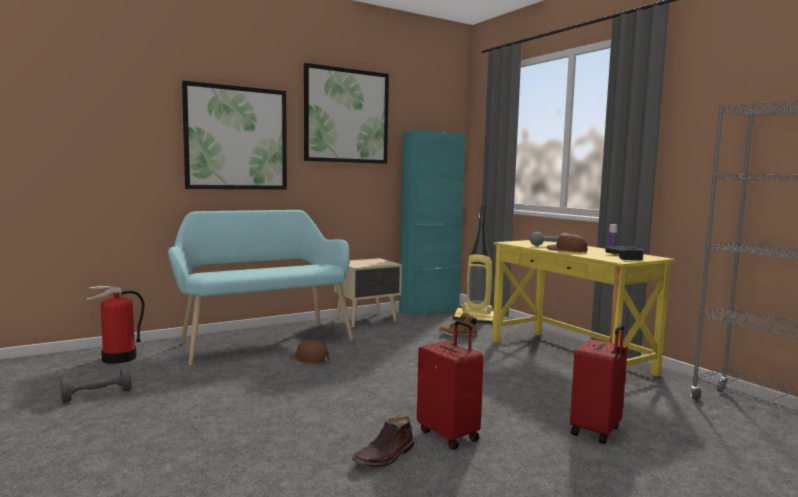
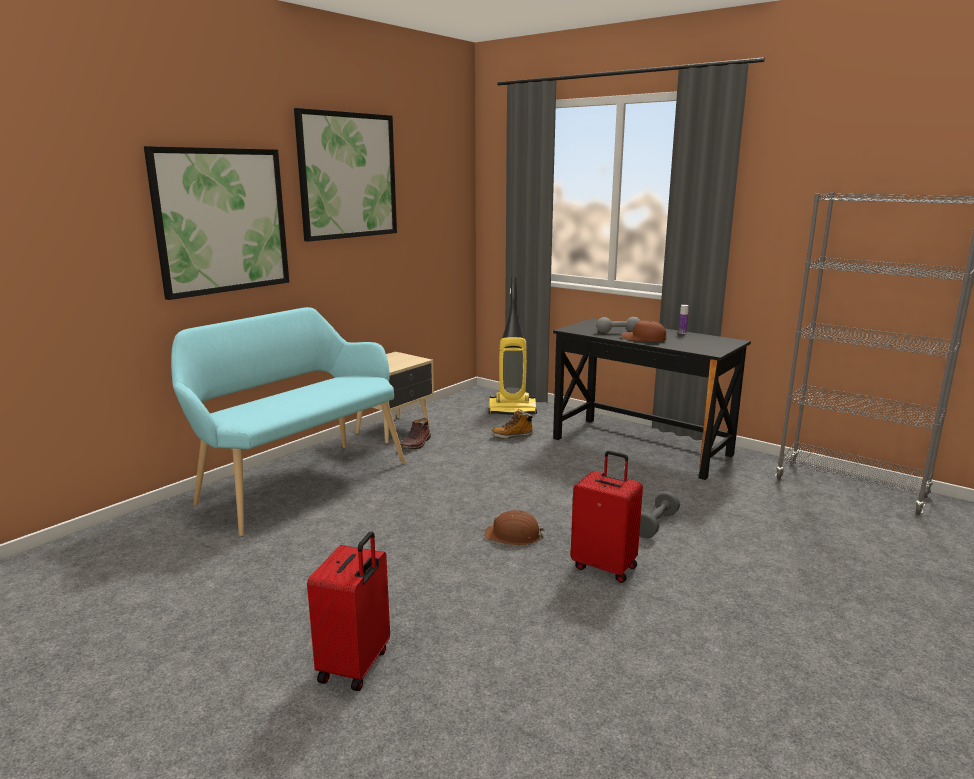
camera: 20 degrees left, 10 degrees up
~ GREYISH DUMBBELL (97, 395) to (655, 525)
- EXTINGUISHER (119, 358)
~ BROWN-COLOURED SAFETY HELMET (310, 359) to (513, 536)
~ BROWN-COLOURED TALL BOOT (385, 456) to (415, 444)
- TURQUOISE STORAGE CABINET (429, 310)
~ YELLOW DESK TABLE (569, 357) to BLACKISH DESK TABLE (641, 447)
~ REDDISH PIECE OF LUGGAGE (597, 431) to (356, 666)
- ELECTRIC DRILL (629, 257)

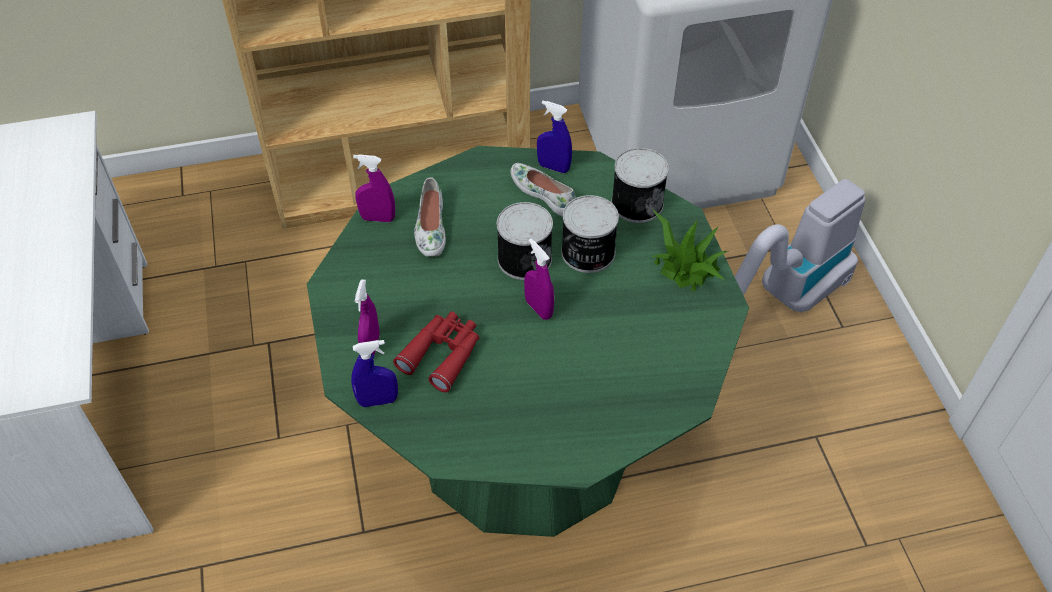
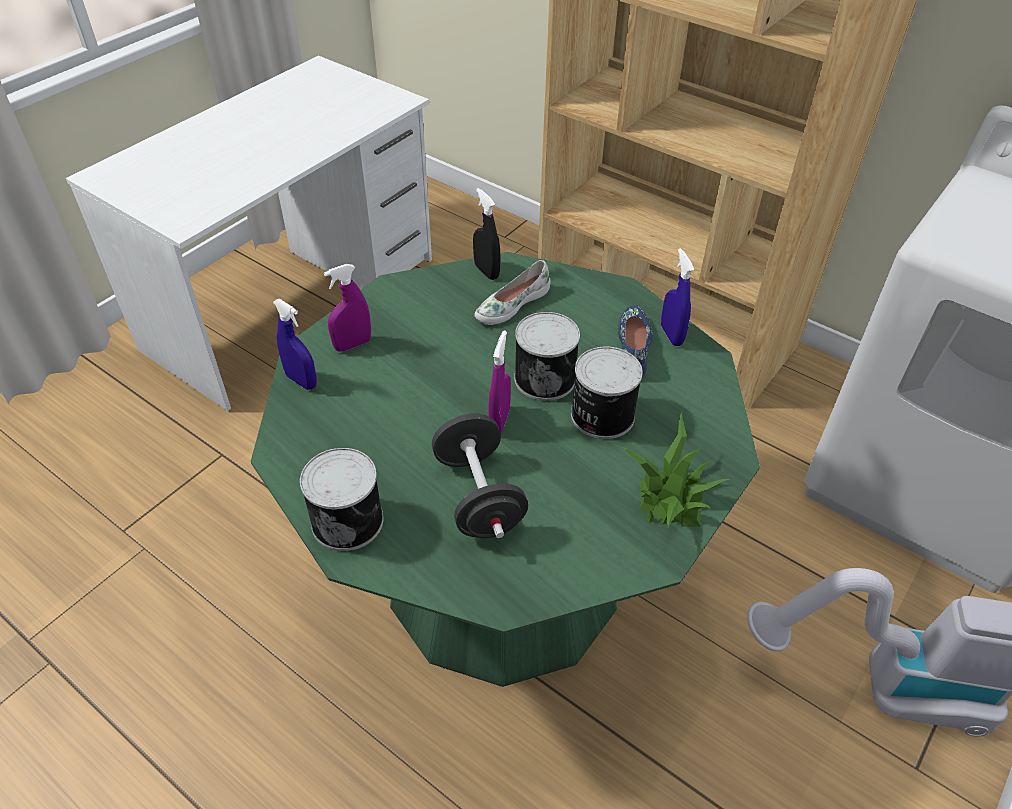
camera: 50 degrees right, 5 degrees down
~ PURPLE-COLOURED SPRAY BOTTLE (378, 218) to BLACKISH SPRAY BOTTLE (486, 271)
- REDDISH BINOCULARS (443, 354)
~ WHITISH SHOE (544, 193) to BLUE-COLOURED SHOE (634, 347)
~ METAL CAN (636, 202) to (348, 519)
+ BLACKISH DUMBBELL (479, 496)

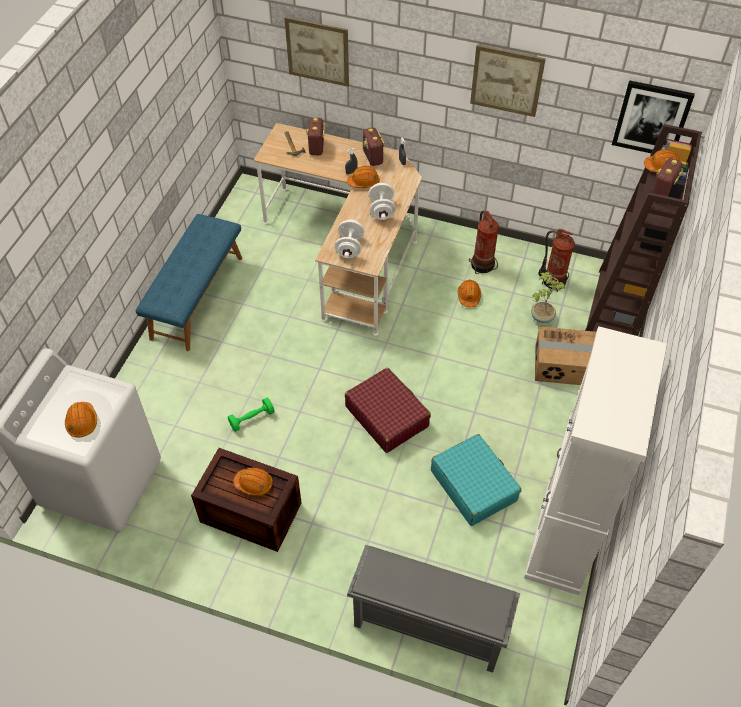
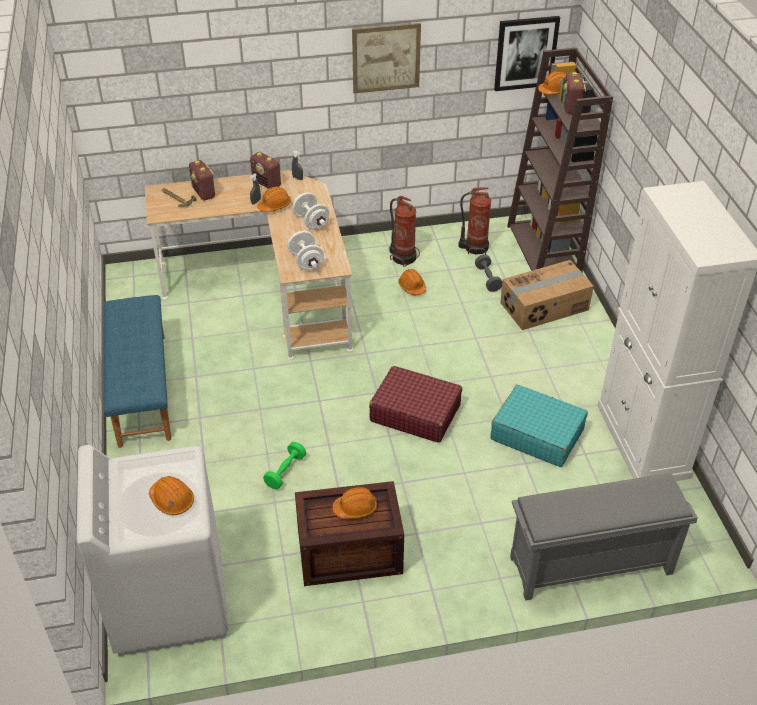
camera: 30 degrees left, 10 degrees down
- PICTURE (317, 51)
~ PLANT IN A POT (541, 317) to GREYISH DUMBBELL (487, 279)

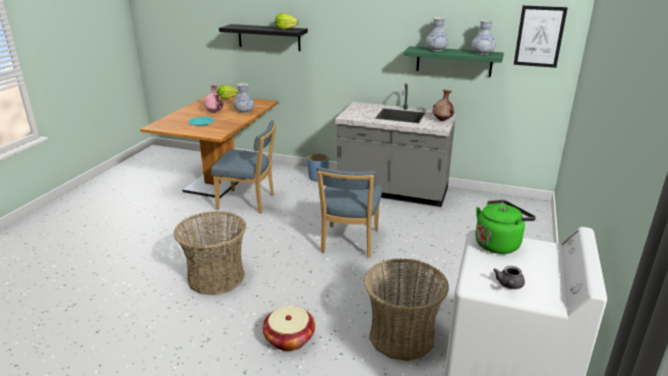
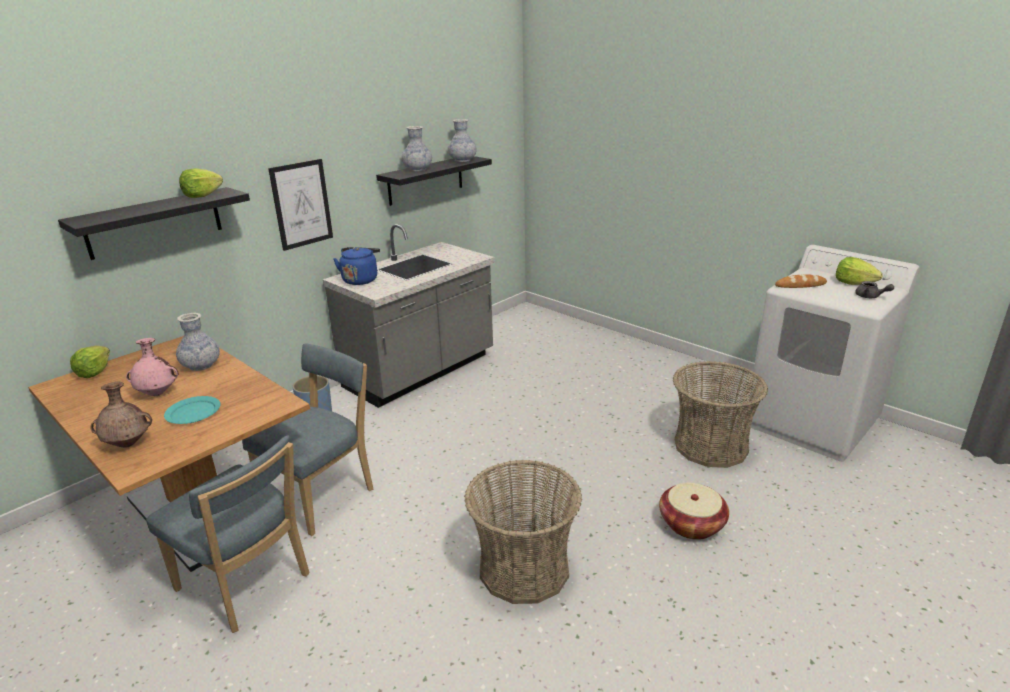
camera: 65 degrees left, 0 degrees up
~ BLUE-COLOURED CHAIR (349, 243) to (247, 585)
~ GREEN-COLOURED WALL SHELF (454, 61) to BLACKISH WALL SHELF (425, 180)
~ BROWN-COLOURED VASE (442, 120) to (129, 444)
~ GREEN-COLOURED TEA KETTLE (499, 244) to BAKERY BREAD (800, 285)
~ PICTURE (539, 36) to (301, 204)
+ BLUE-COLOURED TEA KETTLE (360, 280)
+ LETTUCE HEAD (853, 283)

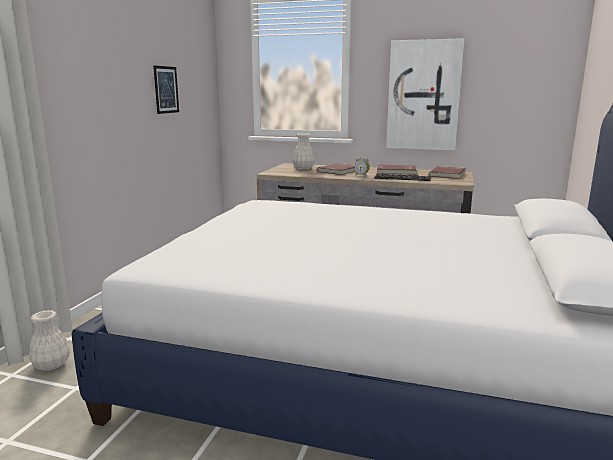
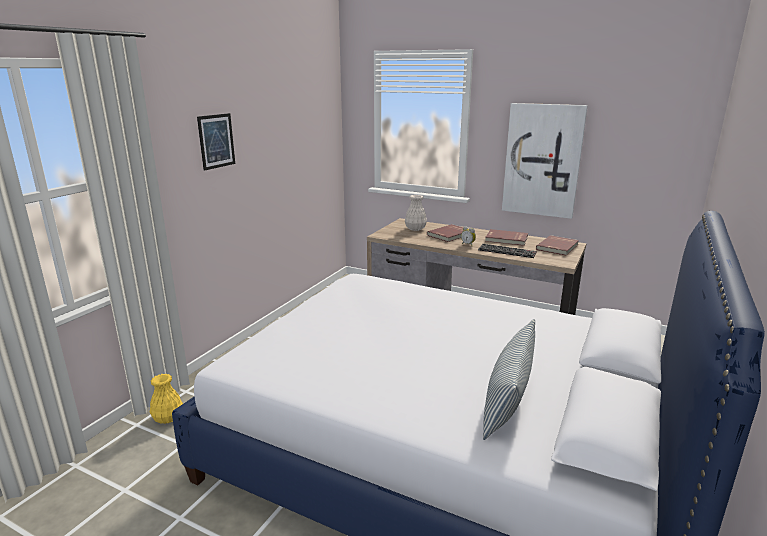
camera: 10 degrees right, 5 degrees up
~ WHITISH VASE (51, 365) to YELLOW VASE (168, 418)
~ PICTURE (166, 89) to (216, 141)
+ THROW PILLOW (507, 401)

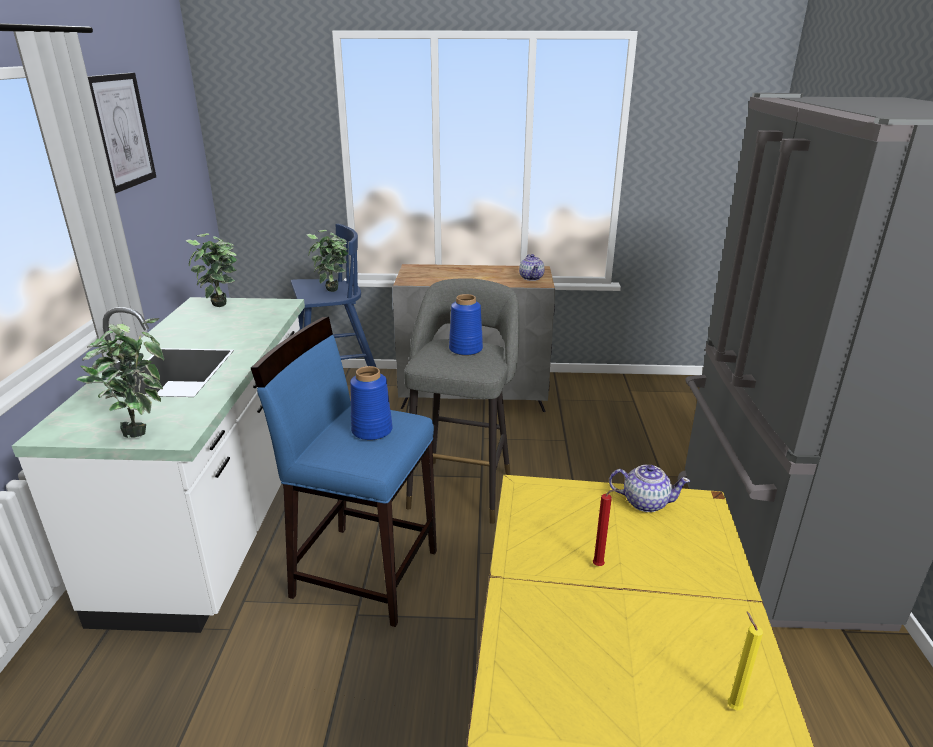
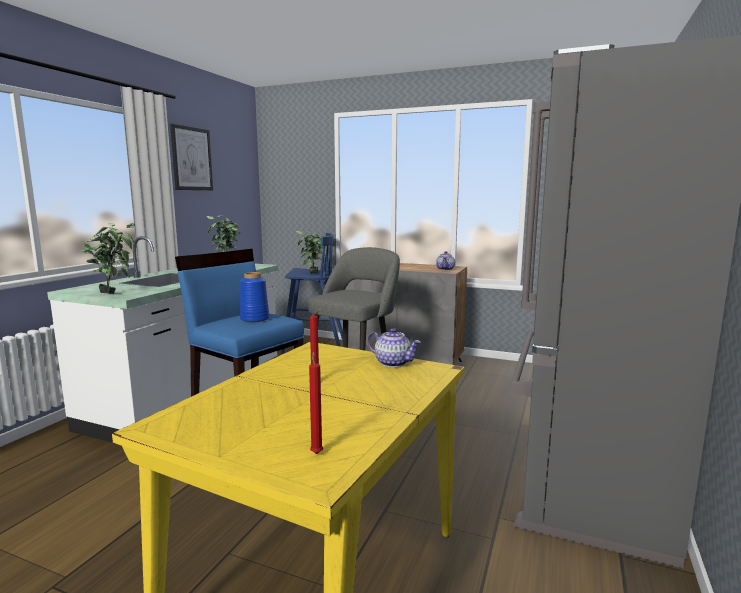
camera: 20 degrees right, 15 degrees down
- BLUE-COLOURED VASE (466, 349)
~ YELLOW CANDLE (732, 705) to REDDISH CANDLE (316, 452)

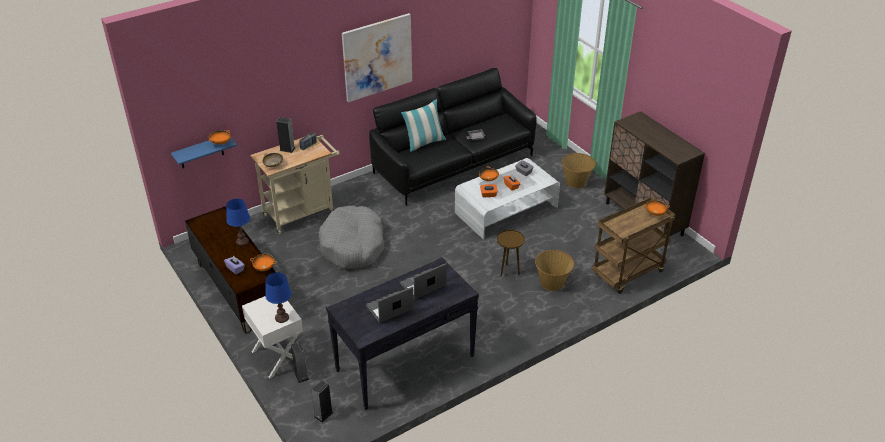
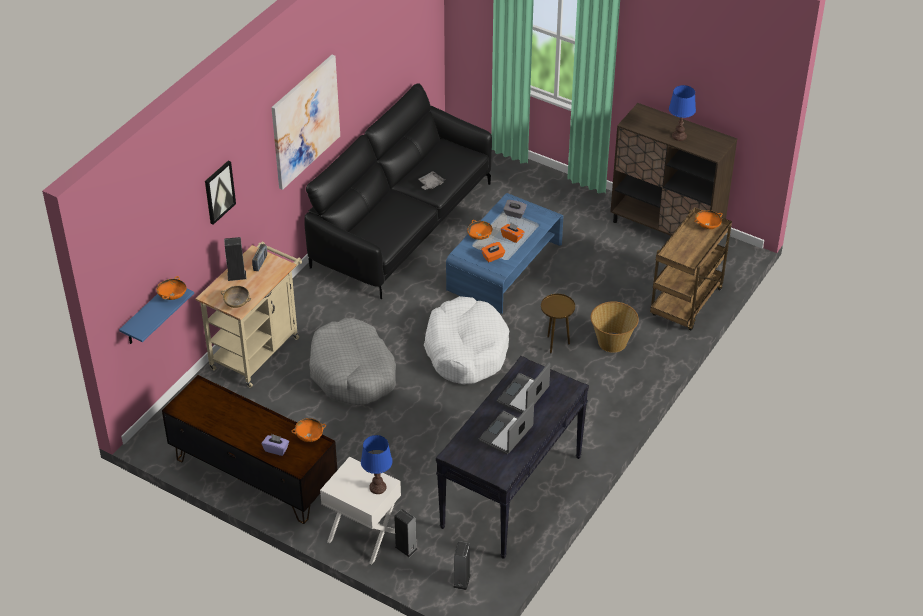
camera: 25 degrees left, 5 degrees up
~ BLUE-COLOURED LAMP FOR A TABLE (242, 242) to (679, 136)
- THROW PILLOW (424, 143)
~ WHITISH LOW TABLE (506, 210) to BLUE-COLOURED LOW TABLE (504, 267)
- HOUSEHOLD BASKET (576, 182)
+ PICTURE (219, 192)
+ WHITISH DOG BED (466, 350)

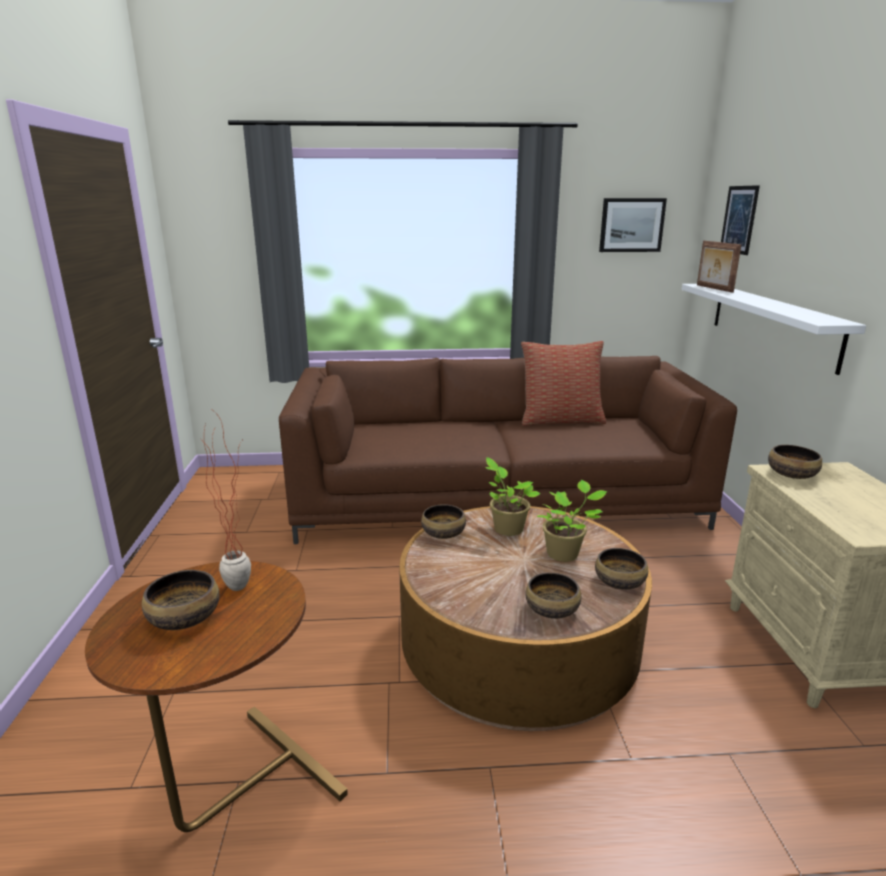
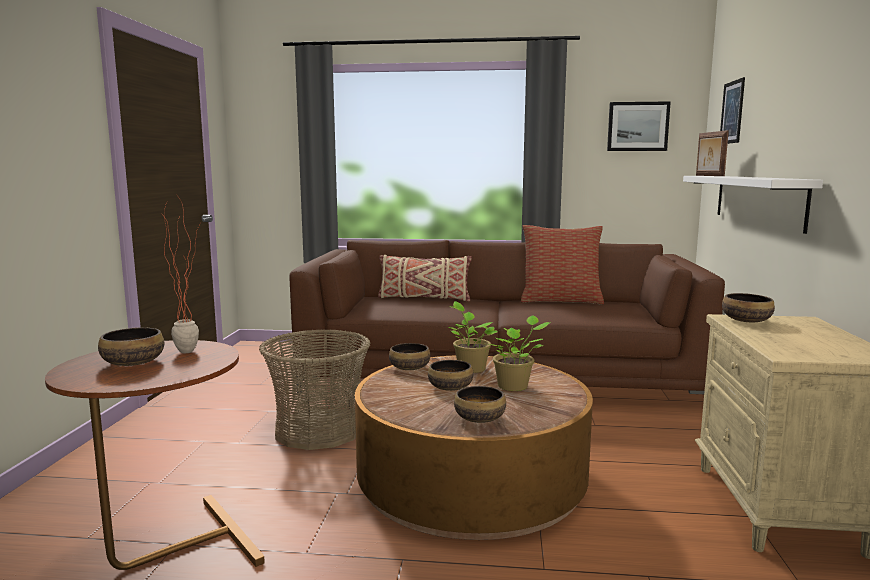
camera: 10 degrees right, 10 degrees down
~ SERVING BOWL (620, 582) to (450, 388)
+ HOUSEHOLD BASKET (319, 430)
+ BEIGE-COLOURED THROW PILLOW (424, 298)

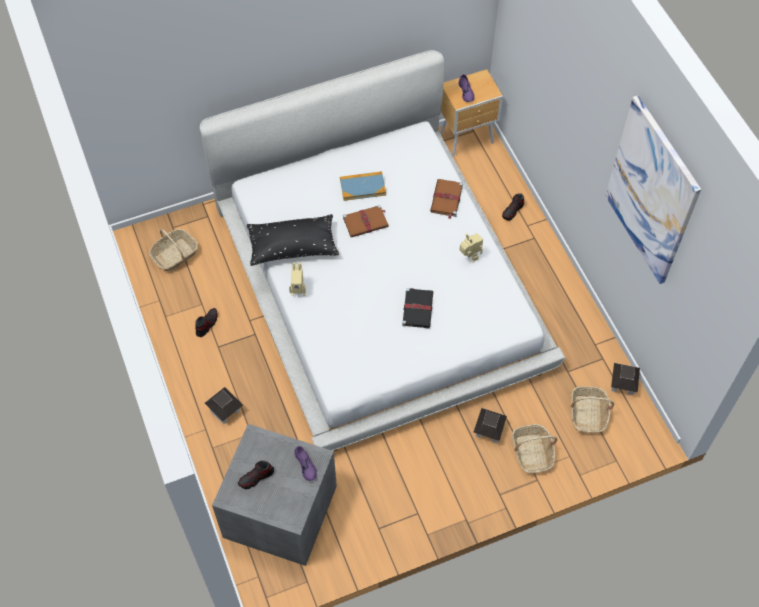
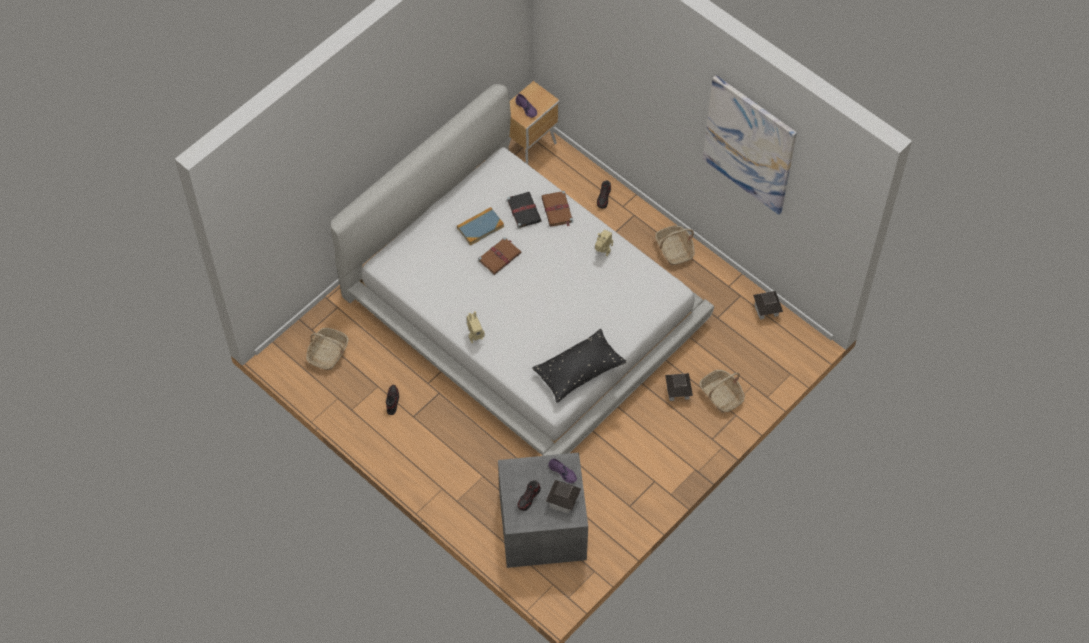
camera: 25 degrees left, 0 degrees up
~ MODEL HOUSE (225, 411) to (563, 501)
~ BLACKISH THROW PILLOW (293, 247) to (579, 371)
~ BLACKISH BOUND BOOK (417, 308) to (523, 210)
~ HOUSEHOLD BASKET (588, 414) to (674, 250)

